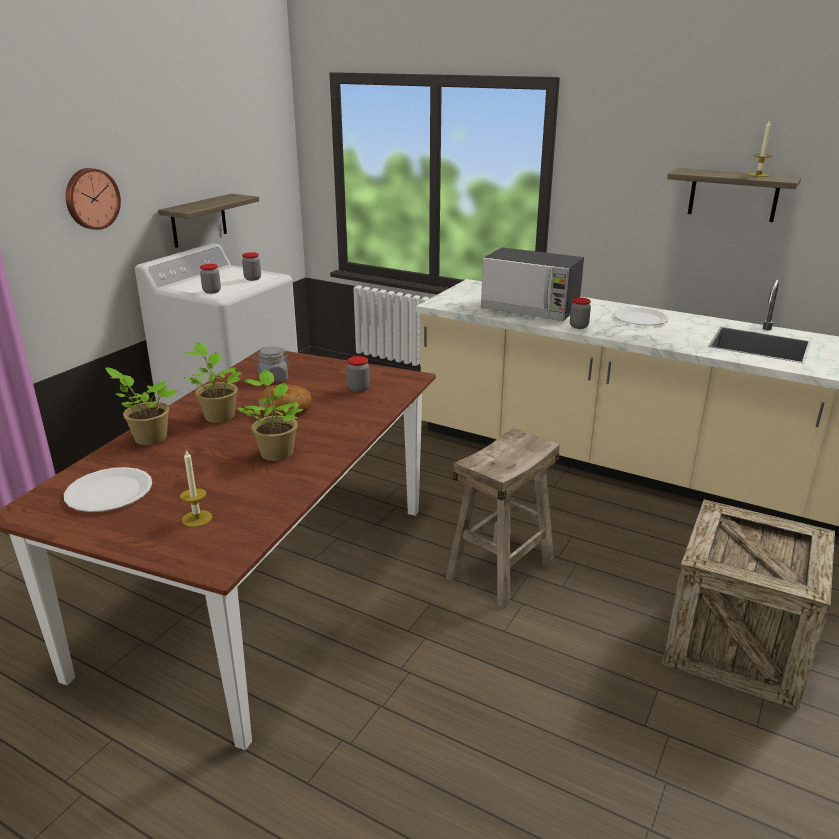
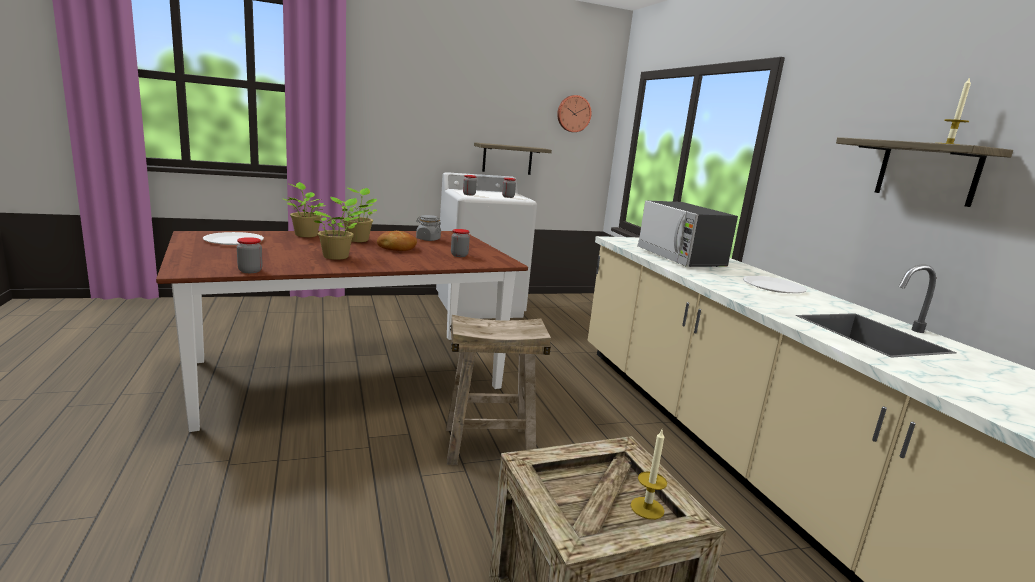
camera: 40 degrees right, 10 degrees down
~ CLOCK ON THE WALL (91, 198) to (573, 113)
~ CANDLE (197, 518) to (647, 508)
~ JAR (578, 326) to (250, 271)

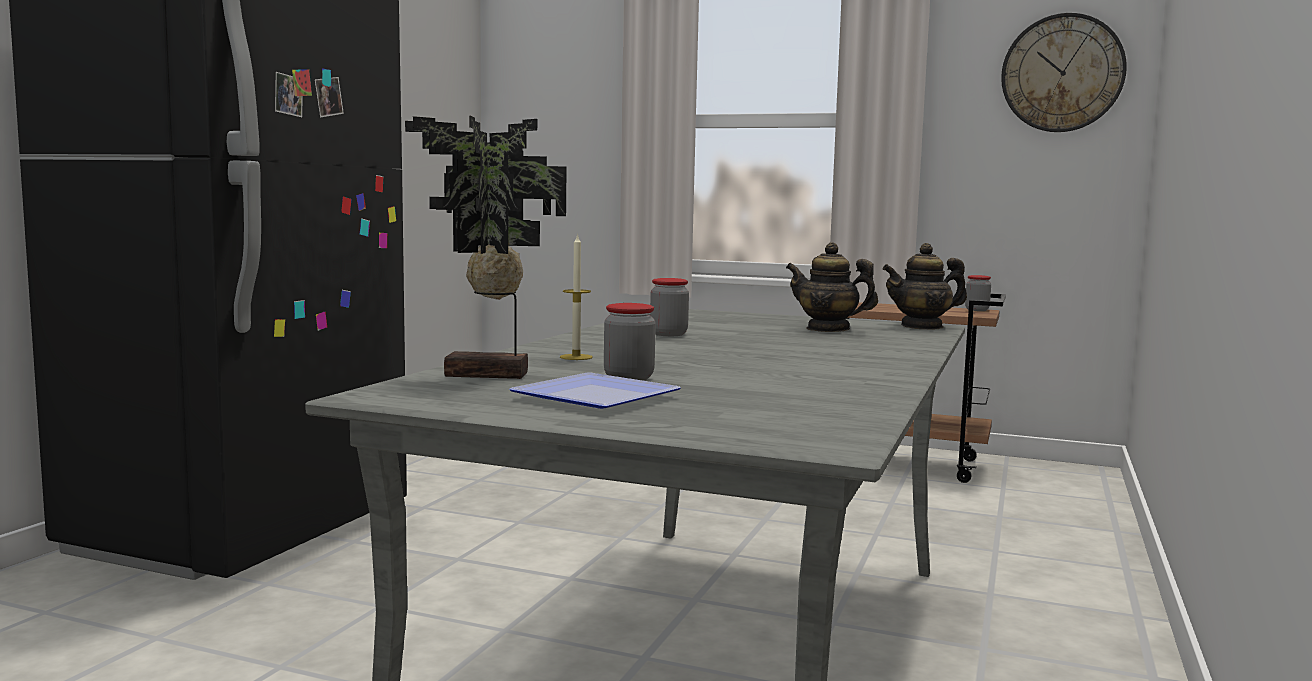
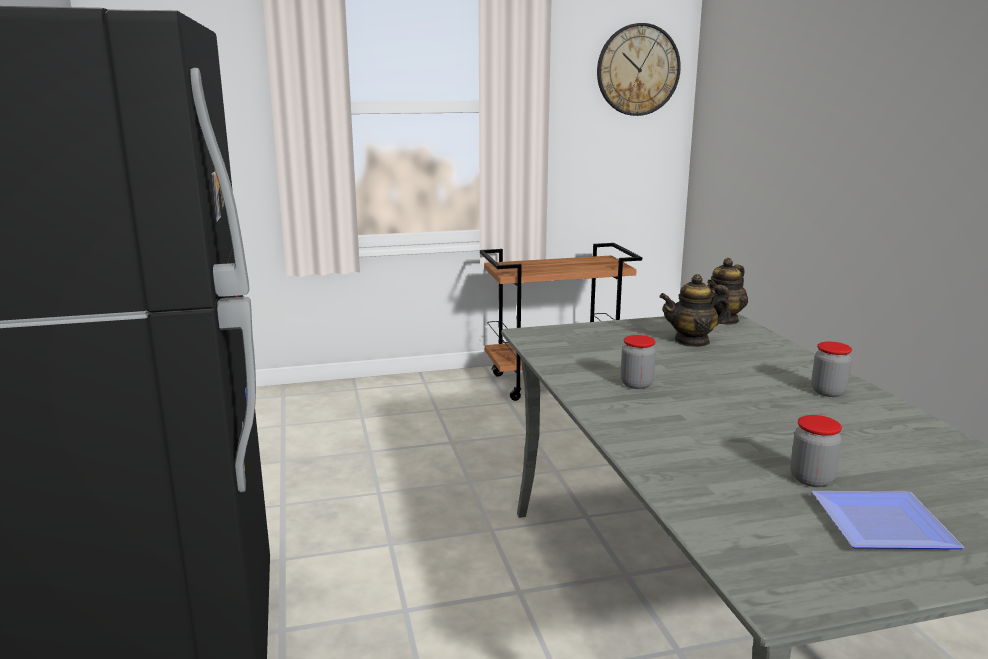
camera: 35 degrees left, 10 degrees up
- PLANT IN A POT (487, 376)
- CANDLE (576, 357)
~ JAR (977, 310) to (828, 392)

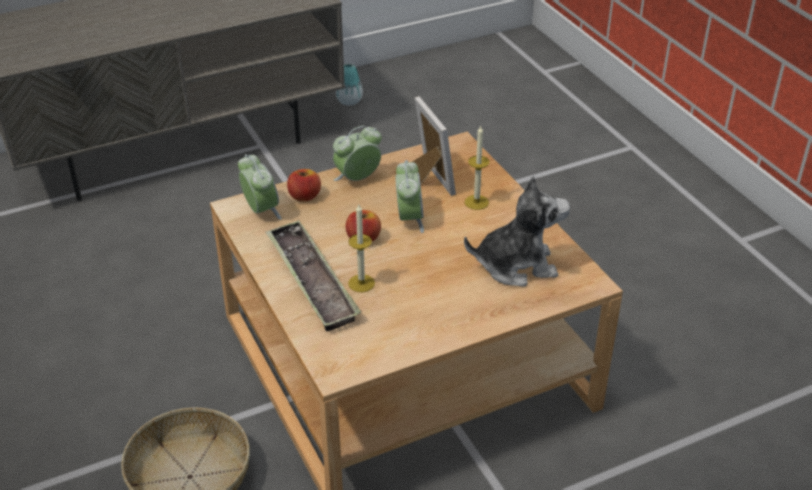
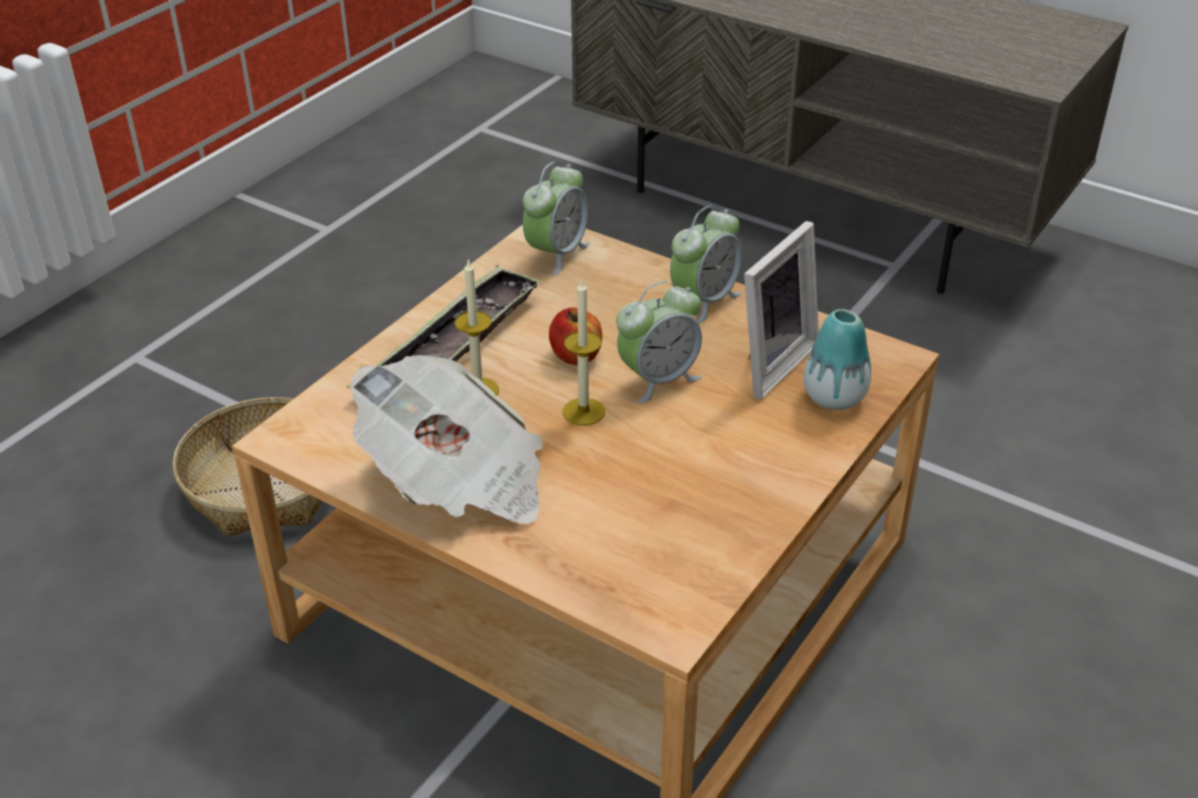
camera: 60 degrees right, 0 degrees up
- WHOLE APPLE (304, 196)
~ ALARM CLOCK (357, 179) = (704, 300) 105 degrees clockwise
~ VASE (349, 101) to (834, 397)
- CUDDLY TOY (516, 265)
~ CANDLE (476, 202) to (583, 411)
+ DAILY PAPER (457, 480)

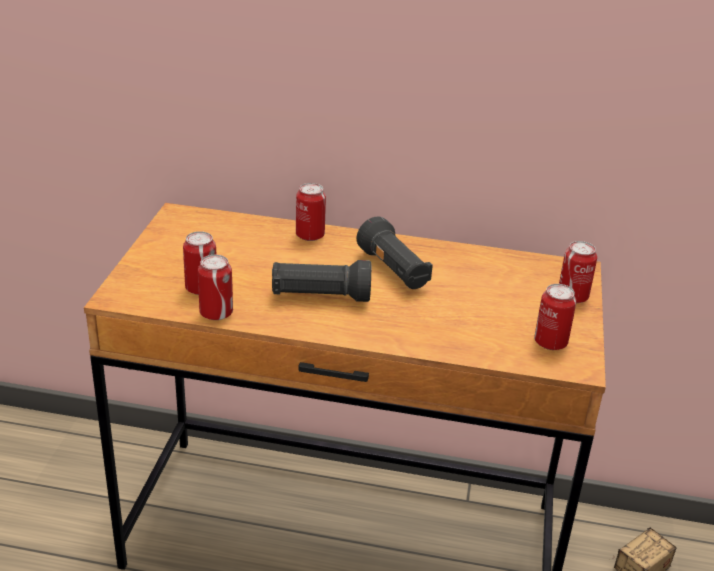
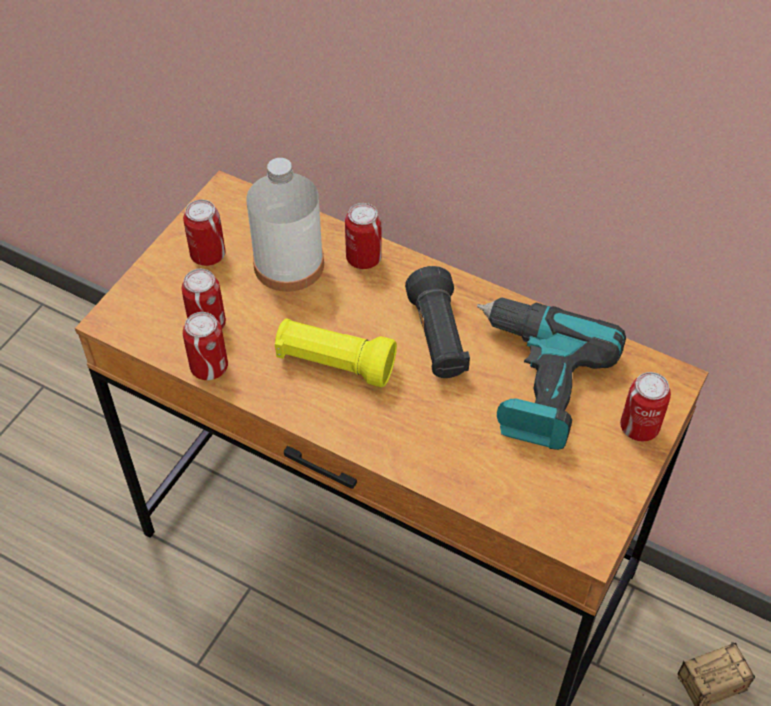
camera: 20 degrees right, 20 degrees up
~ BLACKISH HAND TORCH (320, 296) to YELLOW HAND TORCH (334, 364)
~ METAL CAN (550, 342) to (208, 255)
+ WHITISH BEVERAGE BOTTLE (289, 264)
+ ELECTRIC DRILL (535, 382)

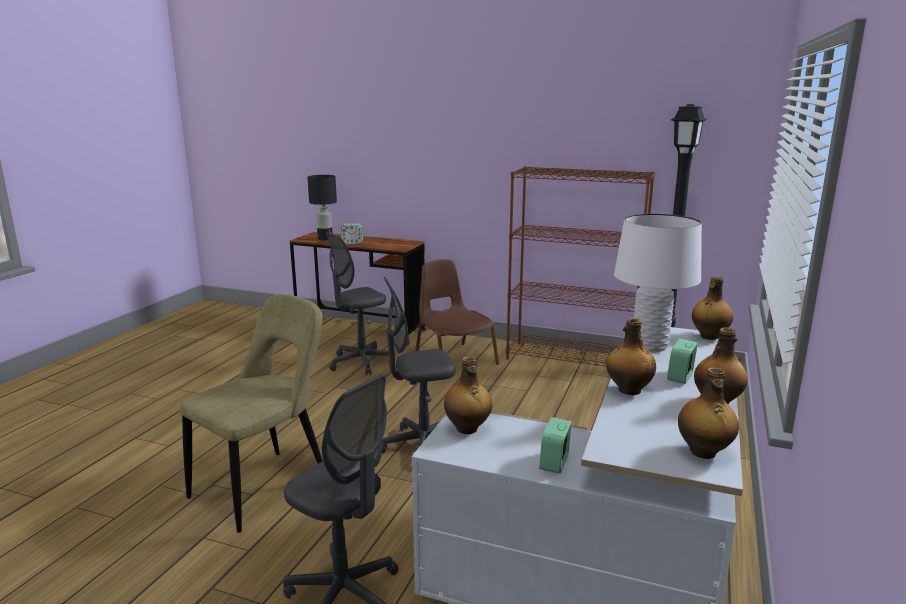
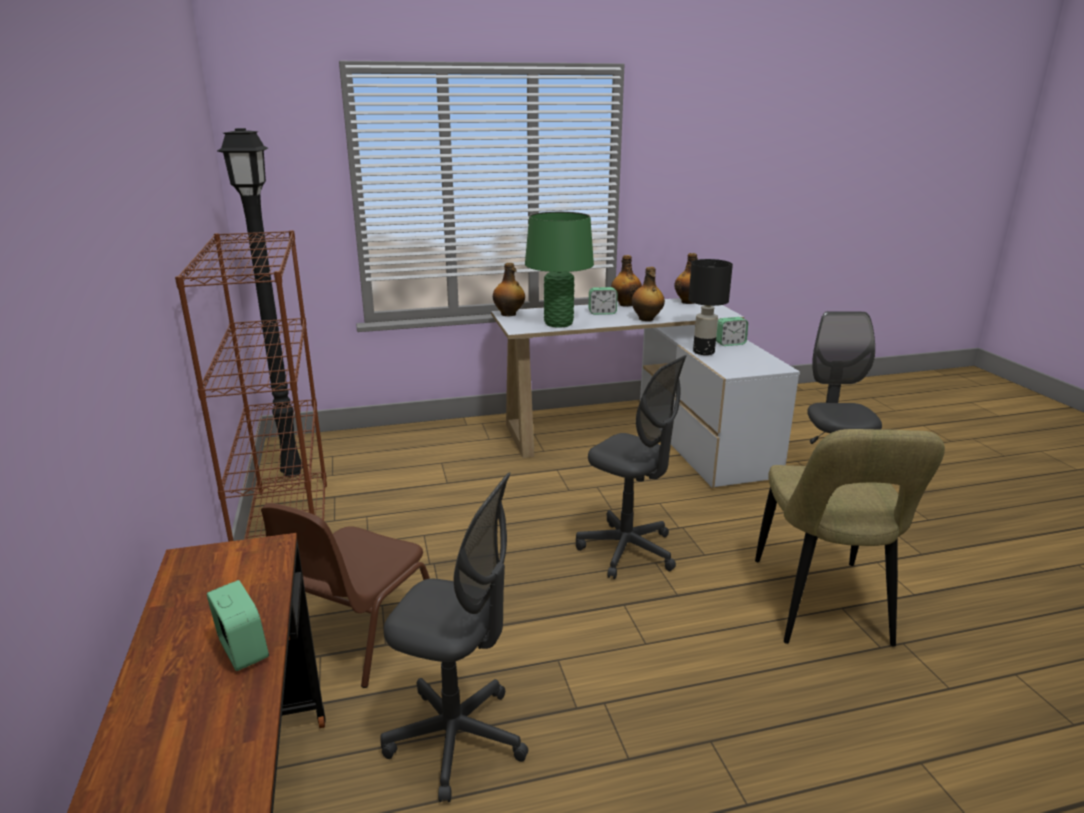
camera: 125 degrees left, 5 degrees up
~ BEIGE-COLOURED CHAIR (266, 487) = (822, 606) 90 degrees counterclockwise
~ BLACKISH LAMP FOR A TABLE (325, 239) to (704, 352)
- BEVERAGE BOTTLE (467, 429)
~ WHITISH LAMP FOR A TABLE (650, 346) to GREEN-COLOURED LAMP FOR A TABLE (558, 323)

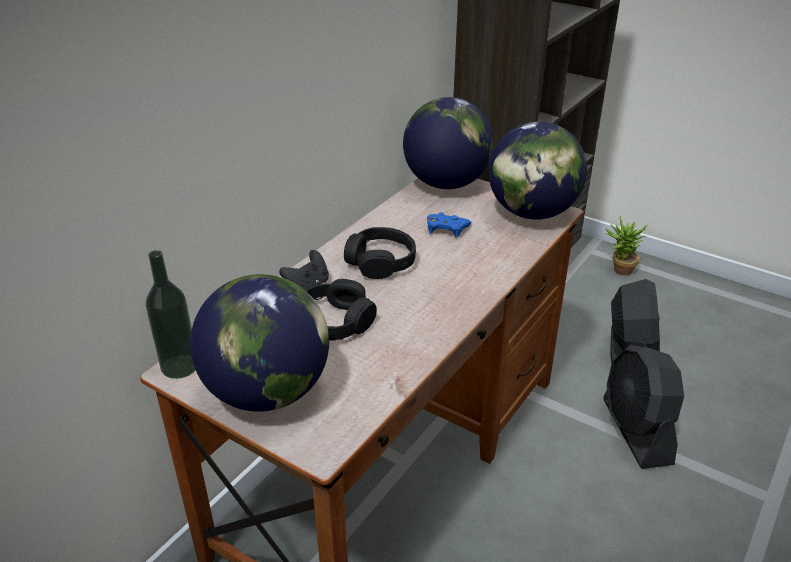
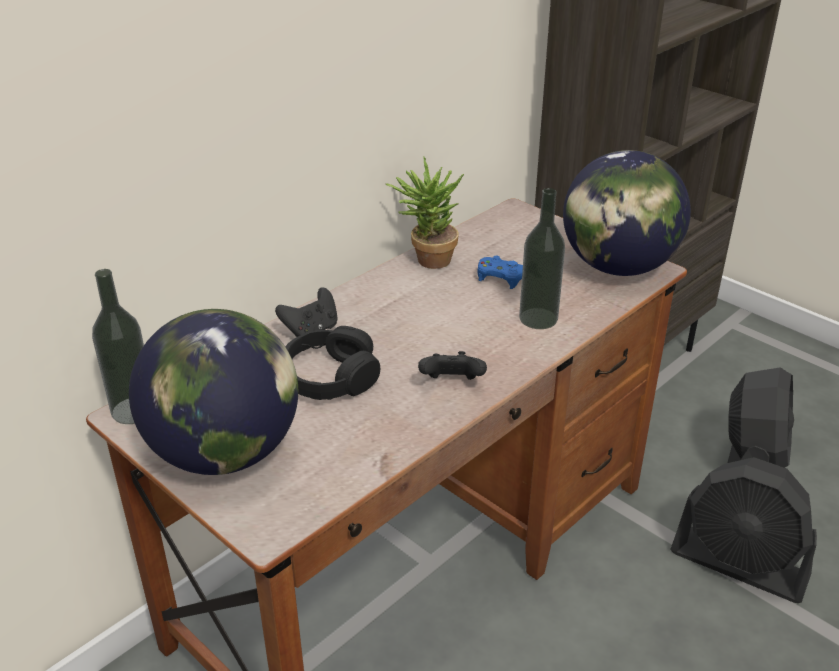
camera: 10 degrees right, 0 degrees up
- BLACKISH HEADSET (380, 262)
- GLOBE (446, 183)
~ BLACKISH FAN (636, 431) = (739, 564) 60 degrees counterclockwise
~ PLANT IN A POT (619, 270) to (426, 260)
+ BLACKISH GAME CONTROLLER (452, 383)
+ BEVERAGE BOTTLE (538, 318)

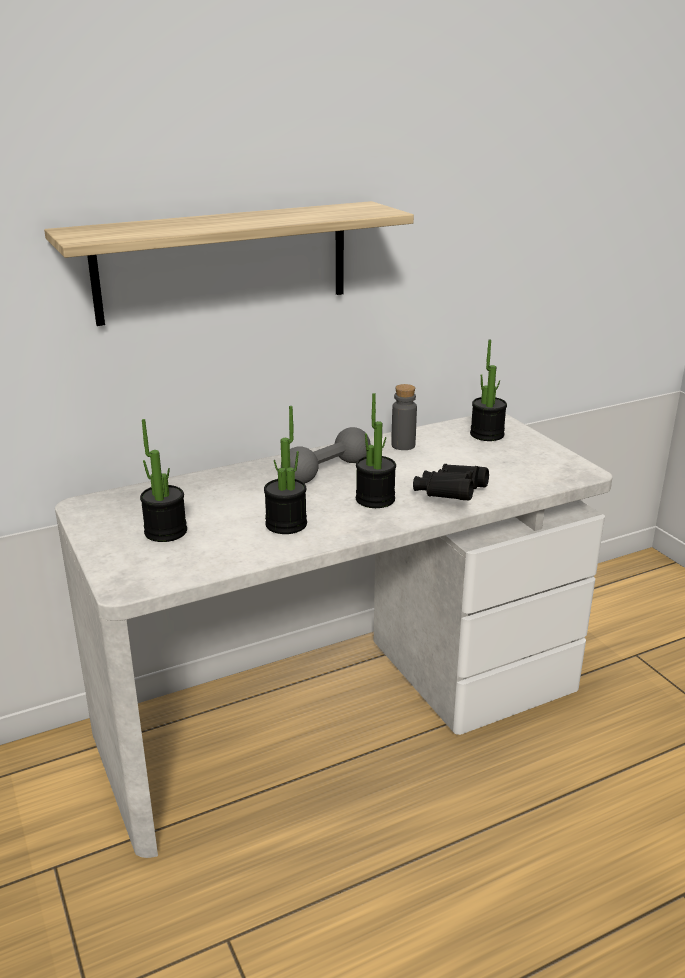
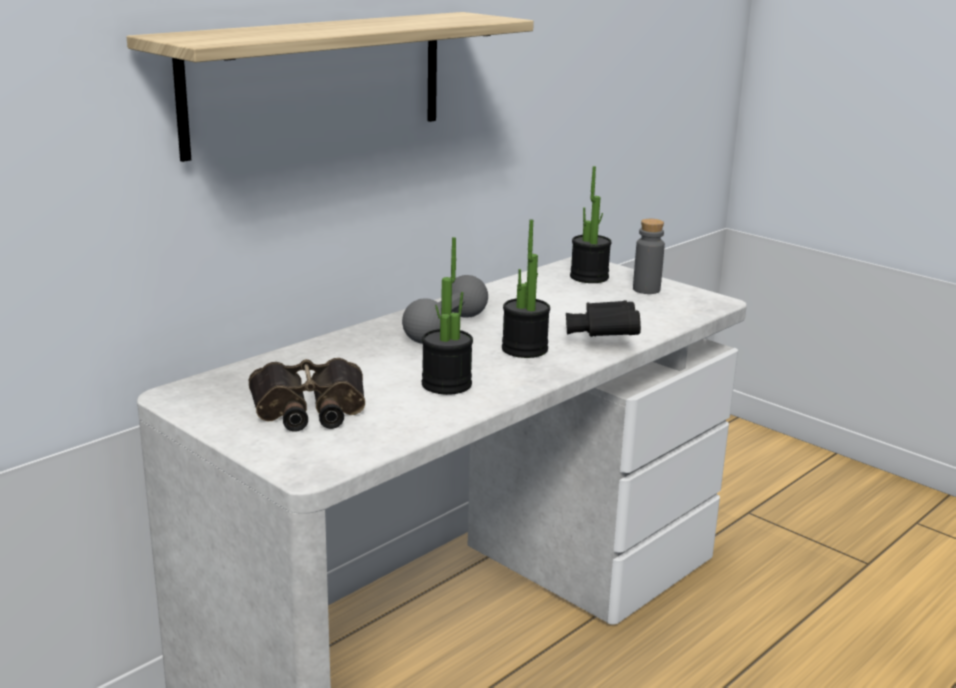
camera: 20 degrees left, 5 degrees down
~ PLANT IN A POT (165, 532) to BINOCULARS (309, 409)
~ GREYISH BEVERAGE BOTTLE (403, 445) to (646, 289)

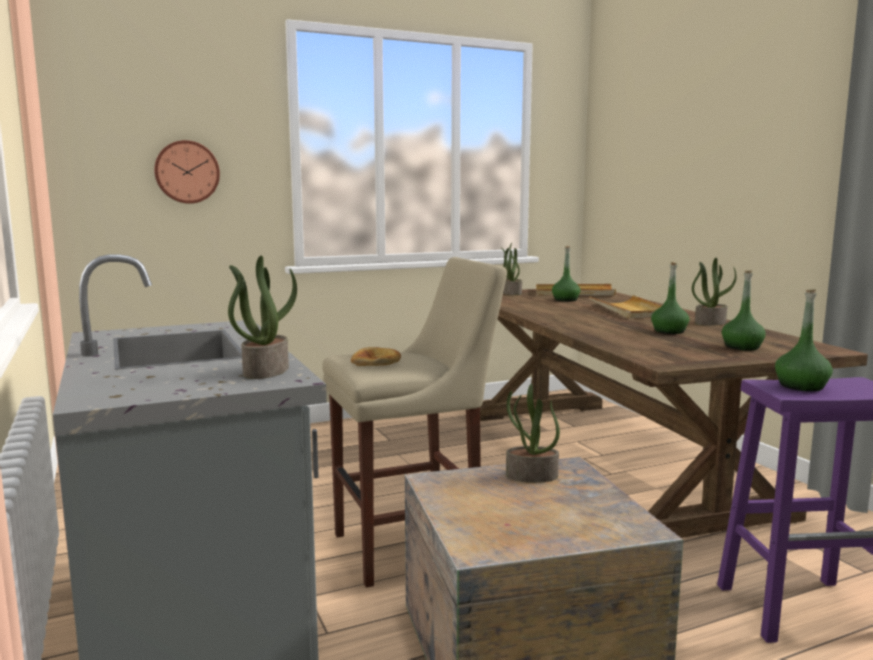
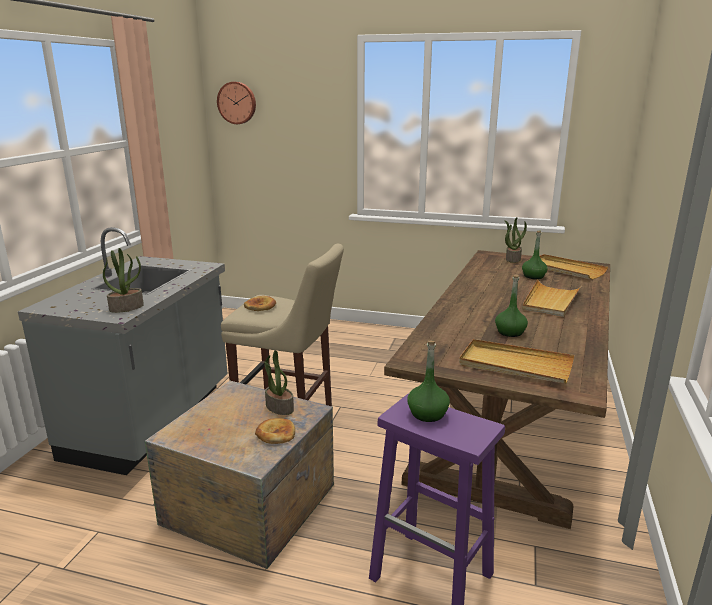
camera: 40 degrees right, 10 degrees up
~ CLOCK ON THE WALL (187, 172) to (237, 103)
- PLANT IN A POT (710, 323)
~ GREEN-COLOURED BEVERAGE BOTTLE (741, 347) to BEIGE-COLOURED TRAY (515, 365)
+ BAKERY BREAD (276, 434)

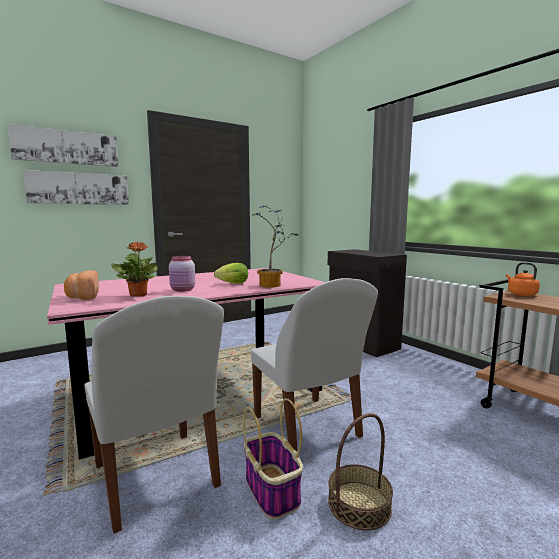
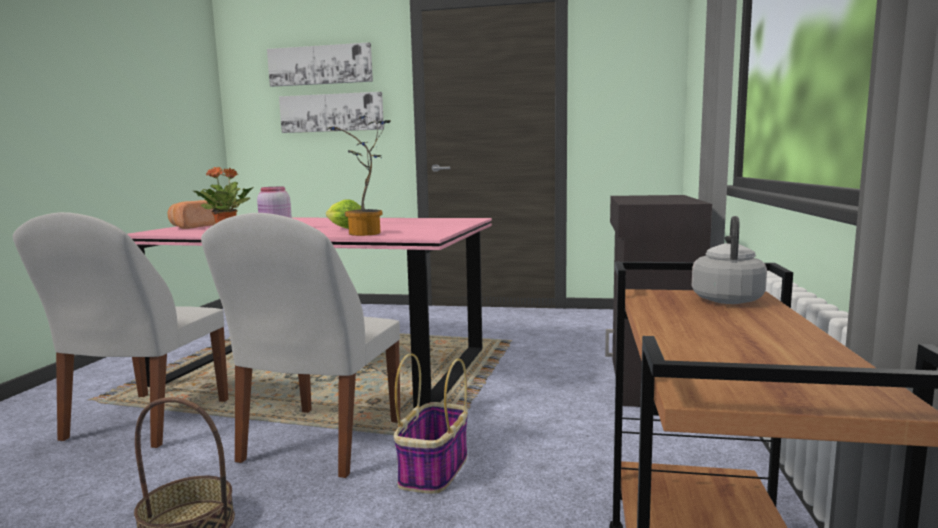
camera: 45 degrees right, 0 degrees up
~ HOUSEHOLD BASKET (272, 491) to (434, 470)
~ ORANGE-COLOURED TEA KETTLE (520, 294) to GREYISH TEA KETTLE (727, 299)

